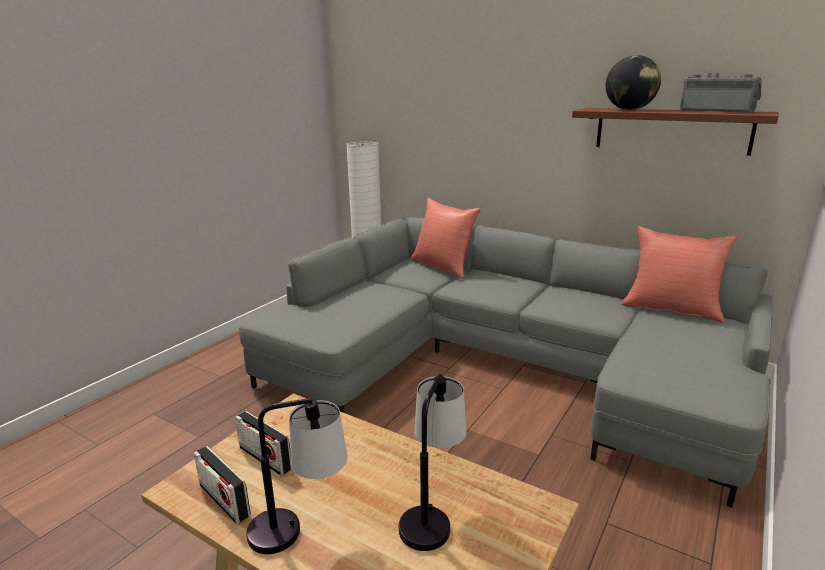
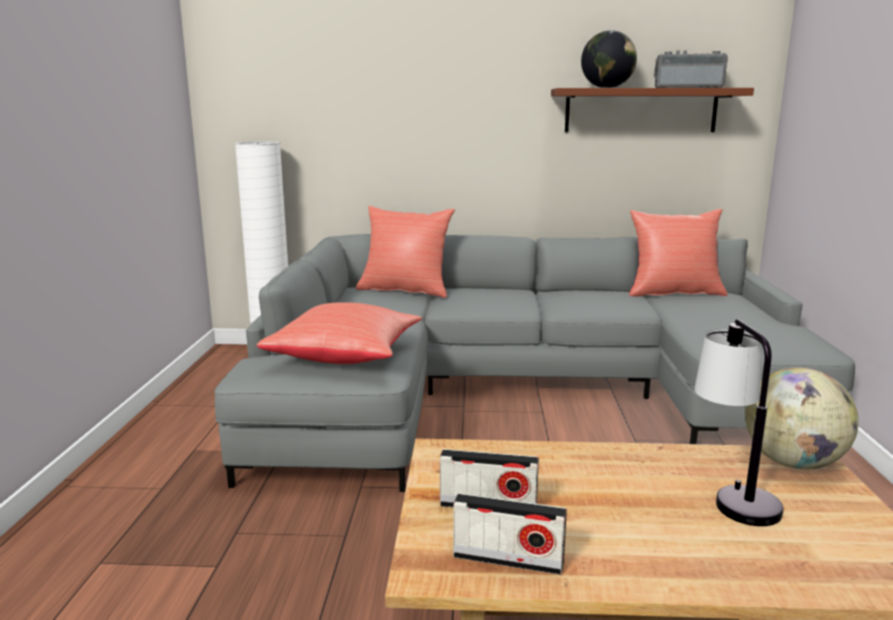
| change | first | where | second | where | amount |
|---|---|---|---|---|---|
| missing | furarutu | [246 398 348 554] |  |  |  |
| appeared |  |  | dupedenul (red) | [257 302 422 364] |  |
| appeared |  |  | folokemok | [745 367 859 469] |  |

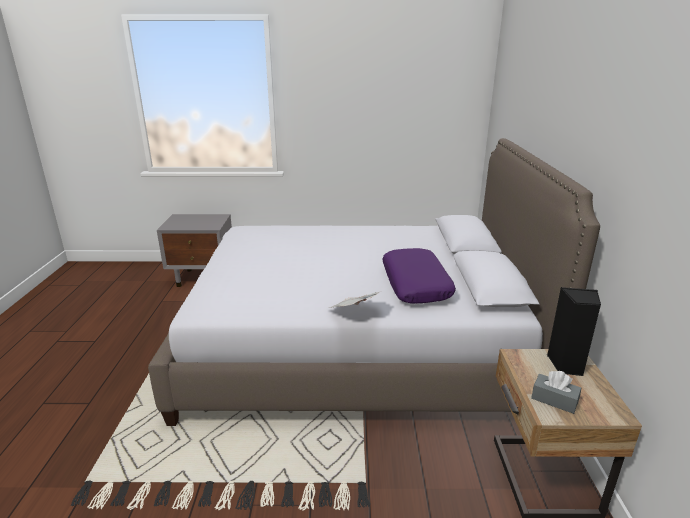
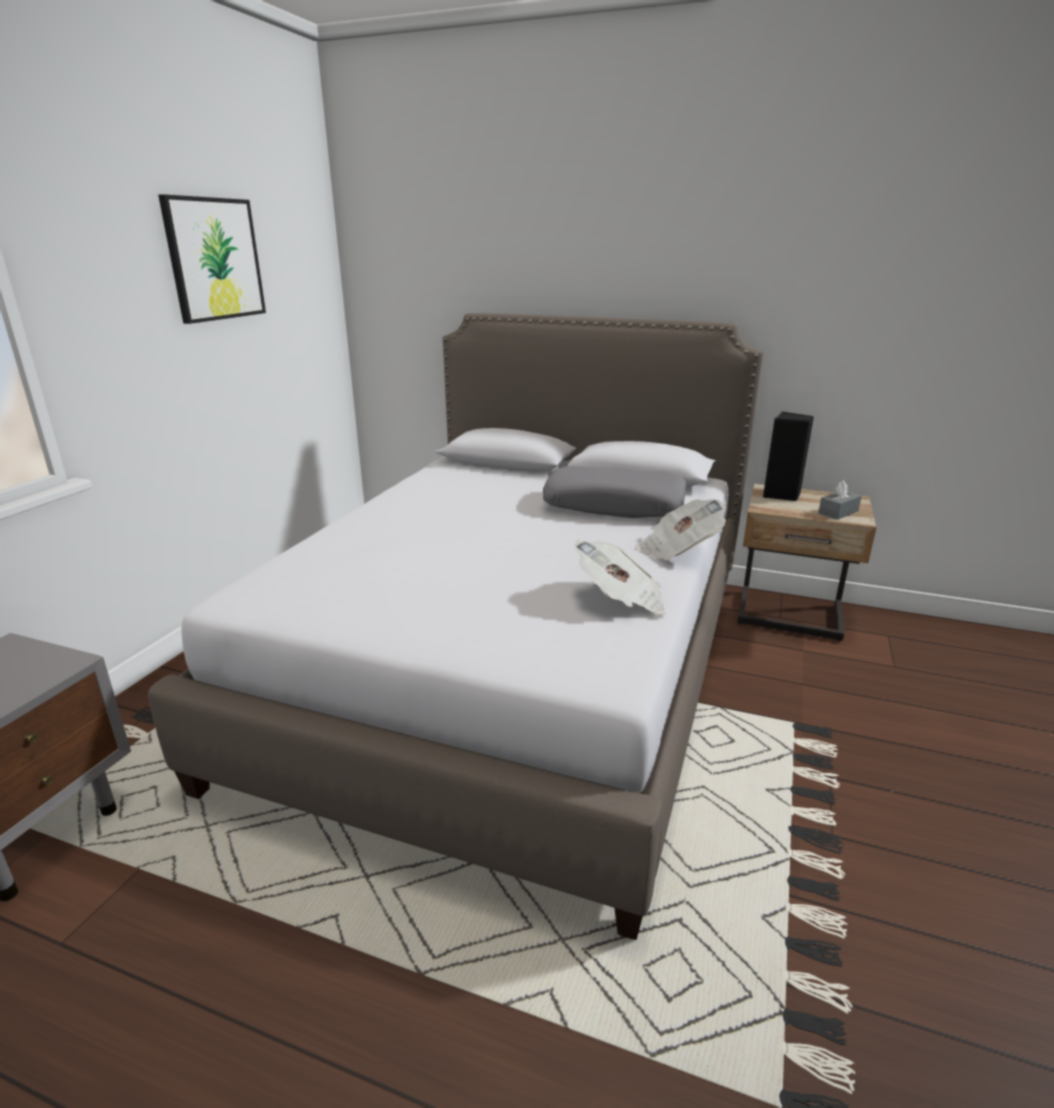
| change | first | where | second | where | amount |
|---|---|---|---|---|---|
| appeared |  |  | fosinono | [158 194 266 324] |  |
| appeared |  |  | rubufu | [575 541 665 615] |  |
| colour | dupedenul (purple) | [382 248 456 303] | dupedenul (grey) | [543 466 687 518] |  |

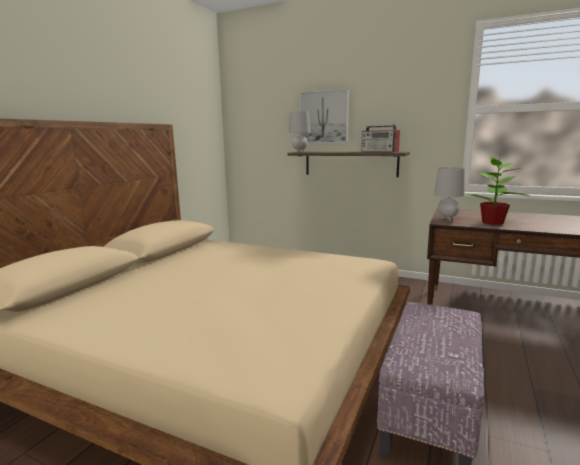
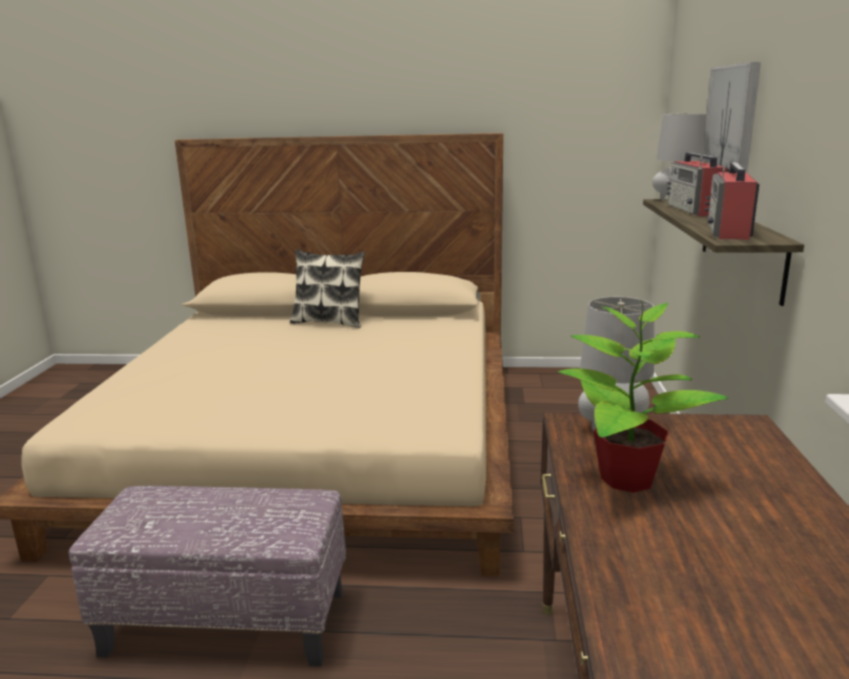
| change | first | where | second | where | amount |
|---|---|---|---|---|---|
| appeared |  |  | dupedenul | [290 249 365 328] |  |
| appeared |  |  | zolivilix | [666 152 729 216] |  |

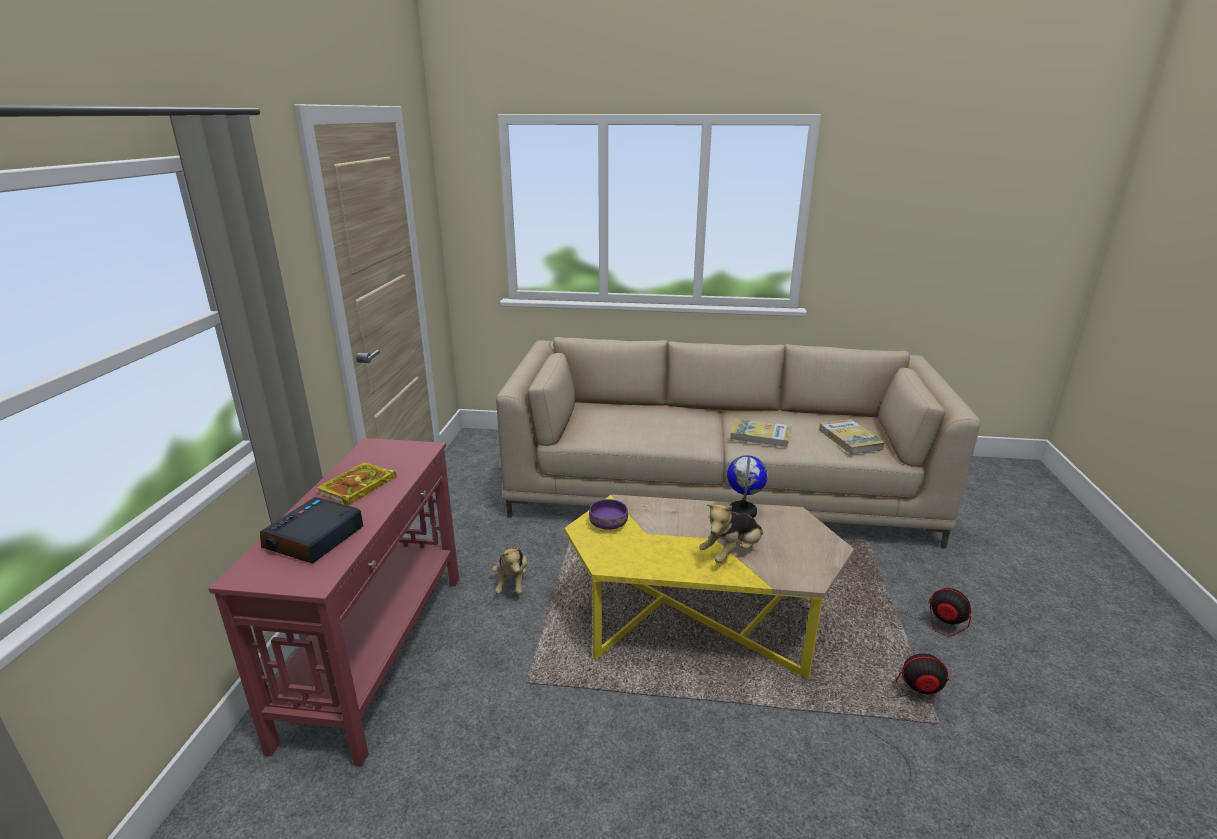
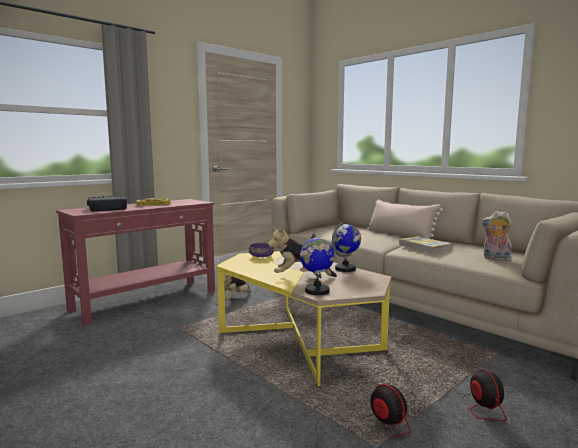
| change | first | where | second | where | amount |
|---|---|---|---|---|---|
| appeared |  |  | folokemok | [300 233 335 295] |  |
| appeared |  |  | dupedenul (beige) | [367 199 443 240] |  |
| exchanged | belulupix | [819 419 885 454] | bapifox | [481 211 512 261] |  |

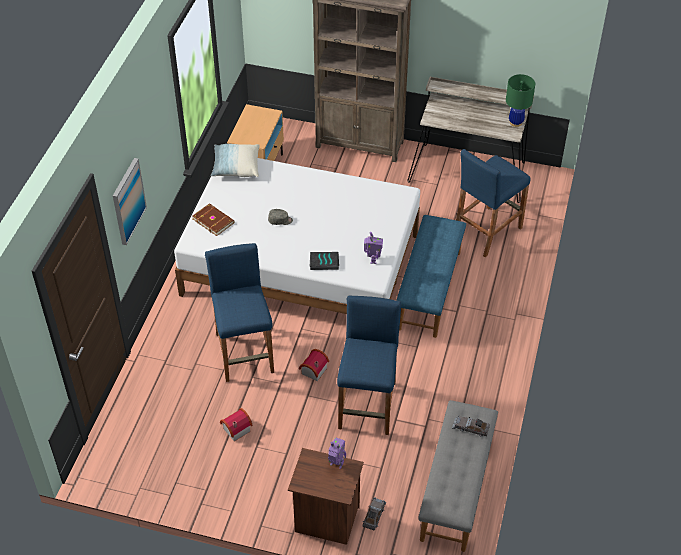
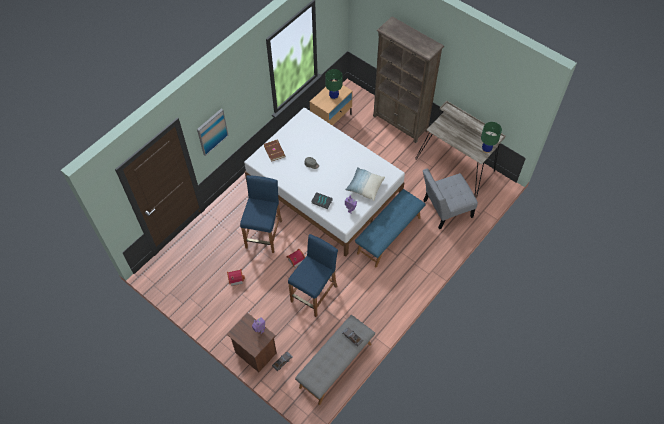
| change | first | where | second | where | amount |
|---|---|---|---|---|---|
| appeared |  |  | furarutu (green) | [325 69 342 100] |  |
| relocated | dupedenul | [211 144 260 177] |  | [345 167 385 201] |  |
| exchanged | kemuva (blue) | [456 149 530 257] | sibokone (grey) | [423 169 478 229] |  |

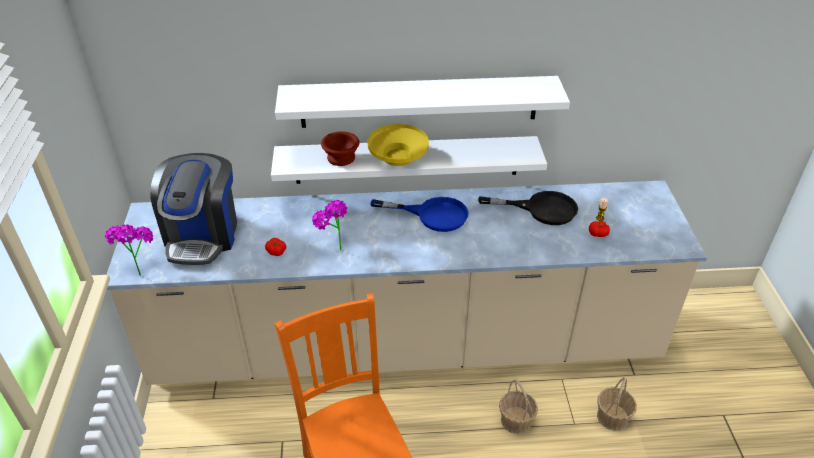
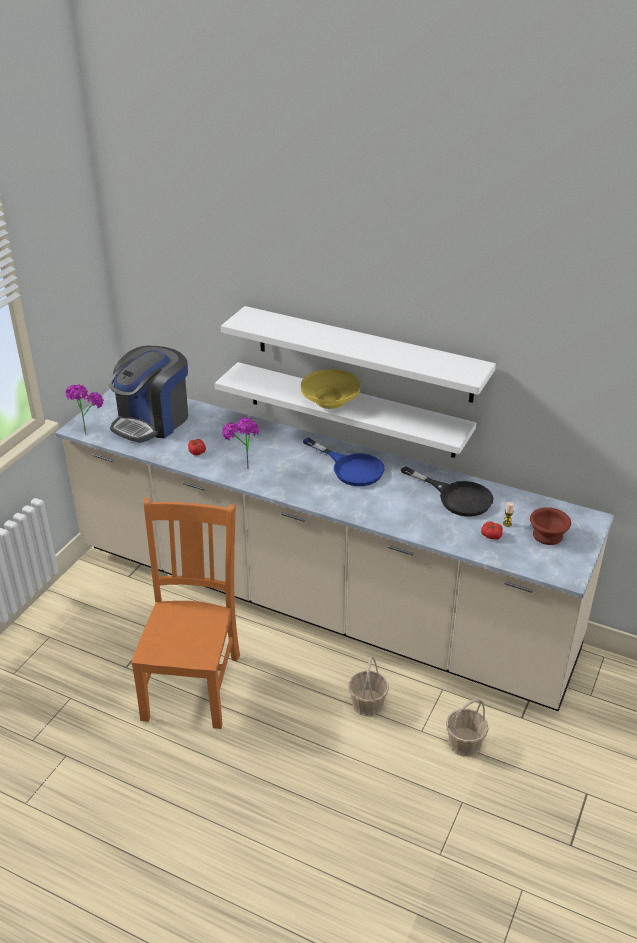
| change | first | where | second | where | amount |
|---|---|---|---|---|---|
| relocated | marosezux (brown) | [321 131 359 166] |  | [530 507 571 545] |  |

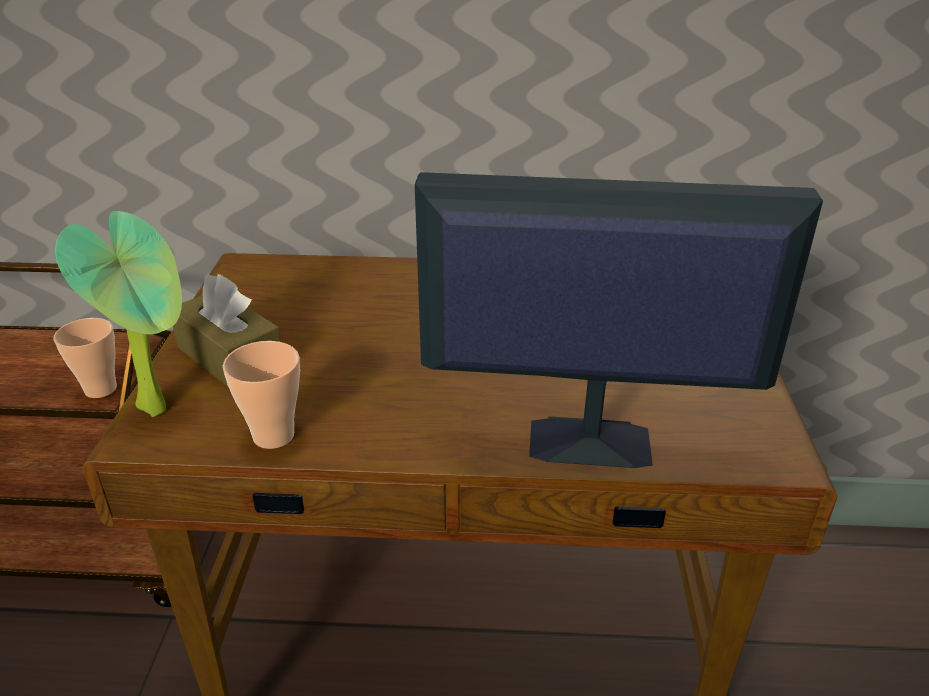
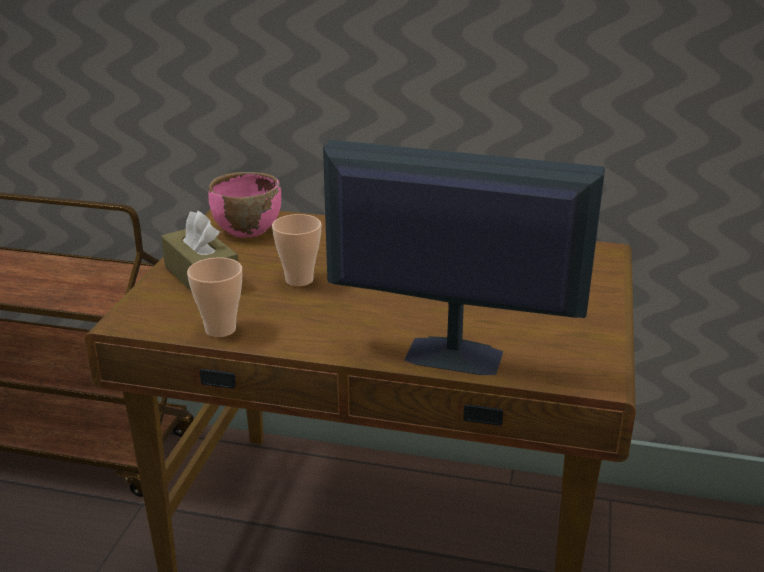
| change | first | where | second | where | amount |
|---|---|---|---|---|---|
| missing | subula | [55 211 182 417] |  |  |  |
| appeared |  |  | marosezux (pink) | [208 172 281 237] |  |
| relocated | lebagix | [53 318 117 398] |  | [272 214 321 286] |  |

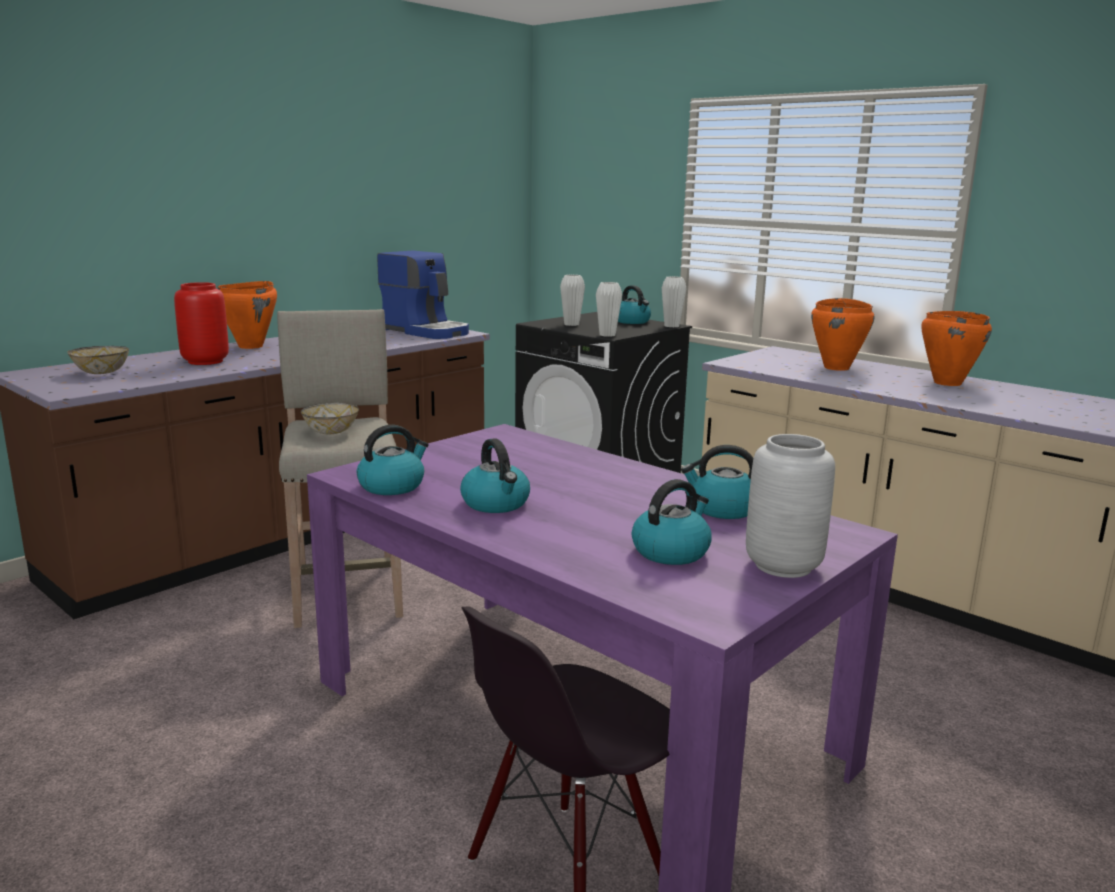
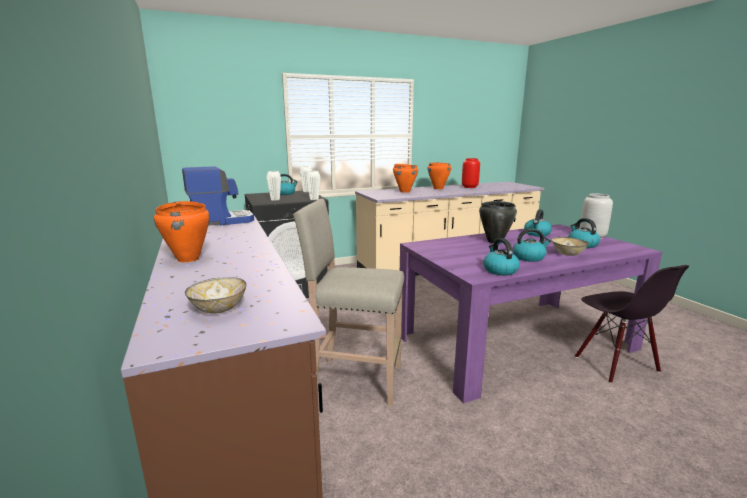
| change | first | where | second | where | amount |
|---|---|---|---|---|---|
| appeared |  |  | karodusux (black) | [479 201 517 244] |  |
| relocated | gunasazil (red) | [174 282 229 365] |  | [462 158 480 188] |  |
| relocated | marosezux | [301 403 359 434] |  | [552 237 589 256] |  |

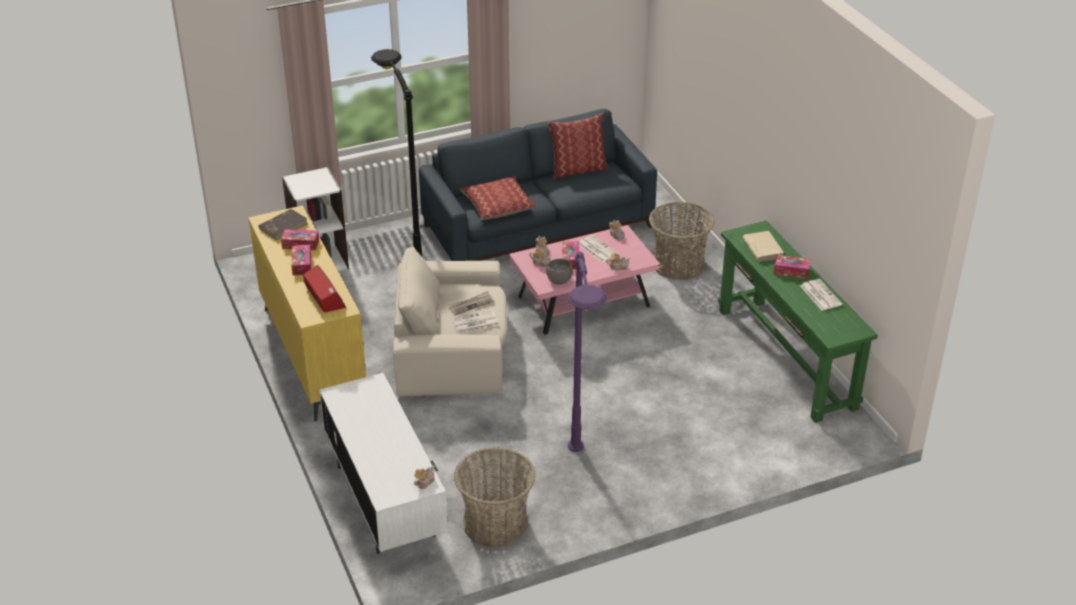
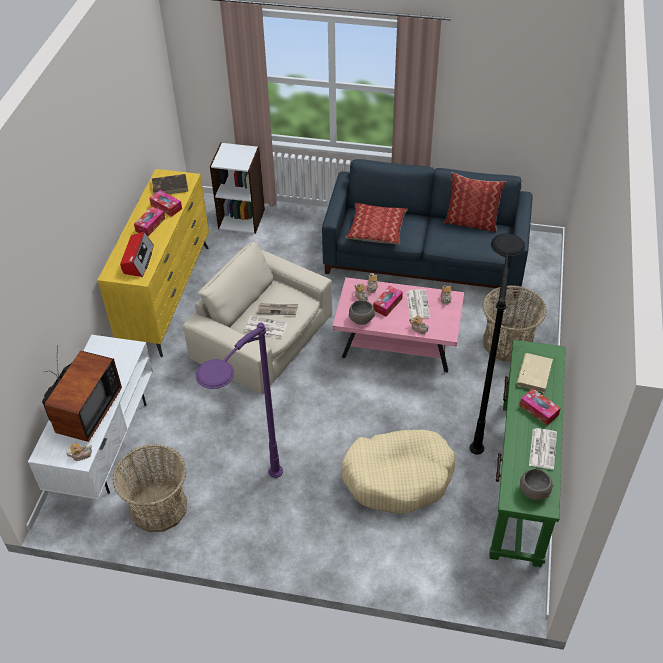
| change | first | where | second | where | amount |
|---|---|---|---|---|---|
| appeared |  |  | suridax | [42 345 122 442] |  |
| appeared |  |  | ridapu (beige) | [341 430 456 513] |  |
| appeared |  |  | marosezux (grey) | [520 469 554 500] |  |
| relocated | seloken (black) | [371 49 422 256] |  | [470 233 525 455] |  |

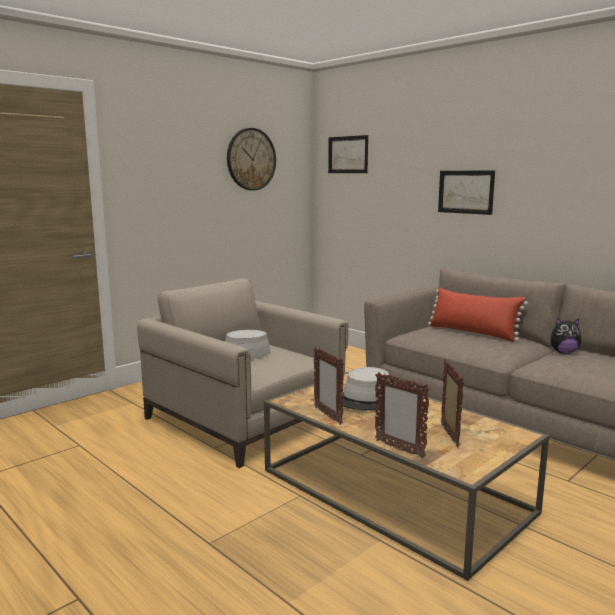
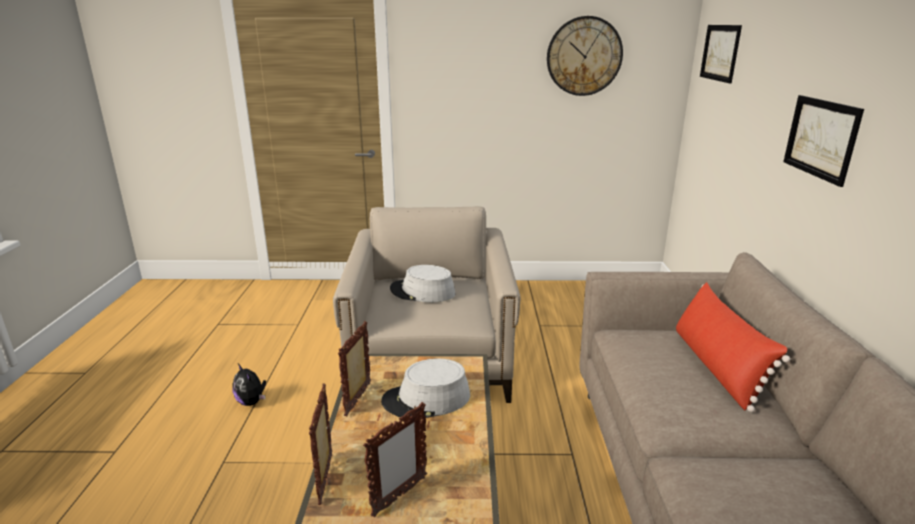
| change | first | where | second | where | amount |
|---|---|---|---|---|---|
| relocated | bapifox | [550 318 581 354] |  | [232 364 266 406] |  |

